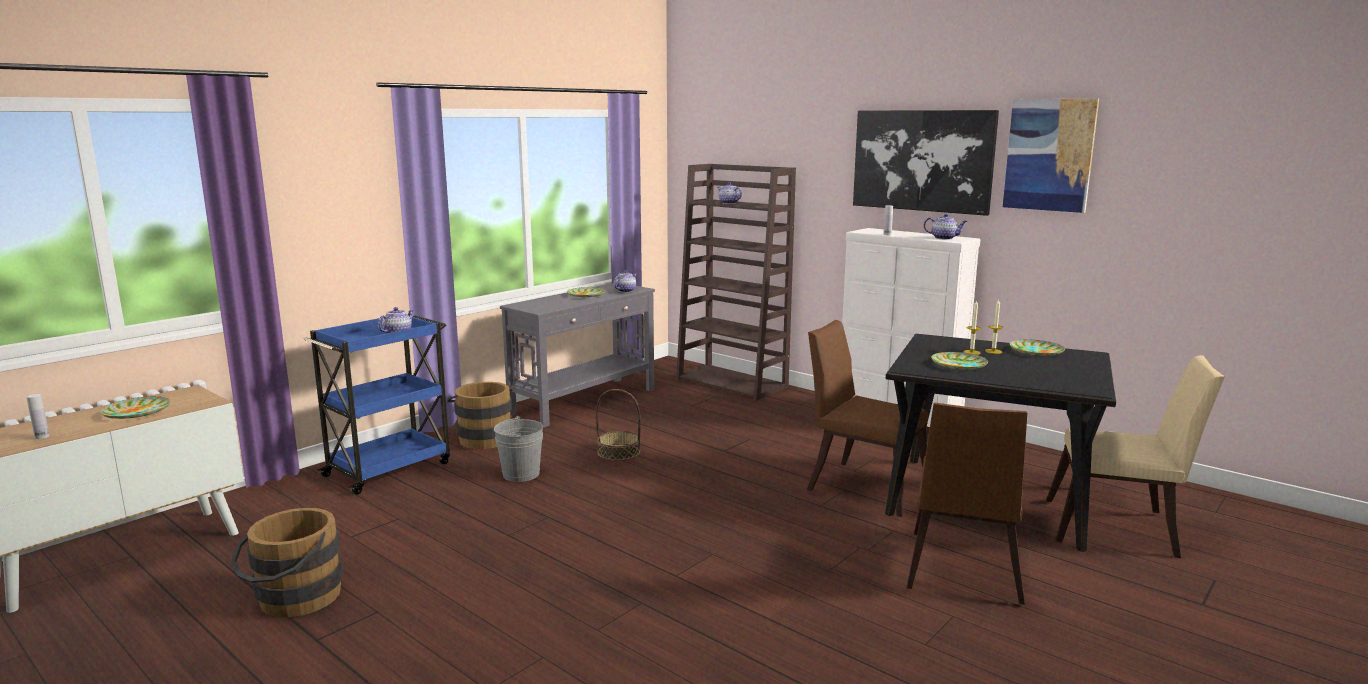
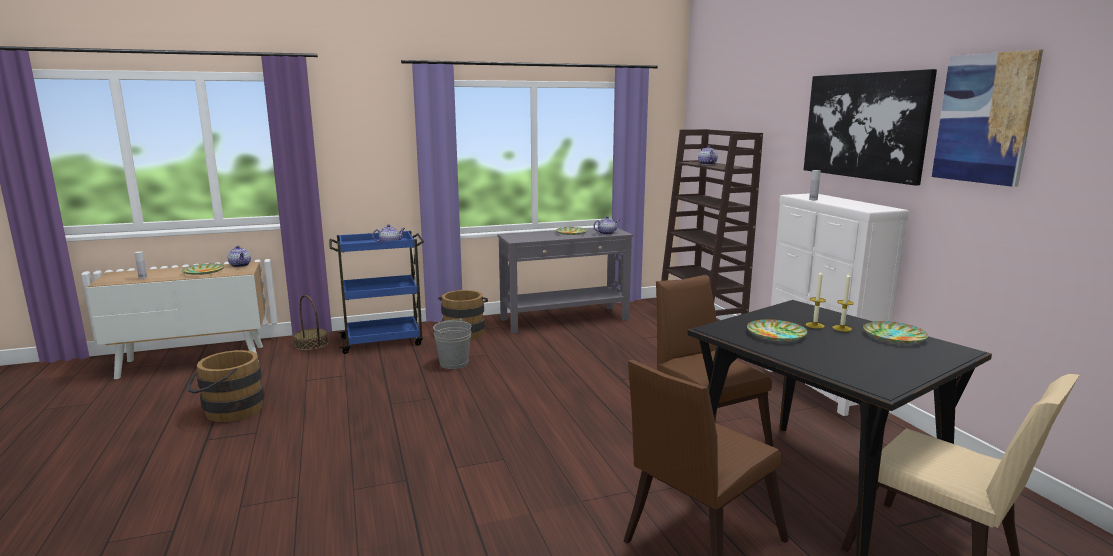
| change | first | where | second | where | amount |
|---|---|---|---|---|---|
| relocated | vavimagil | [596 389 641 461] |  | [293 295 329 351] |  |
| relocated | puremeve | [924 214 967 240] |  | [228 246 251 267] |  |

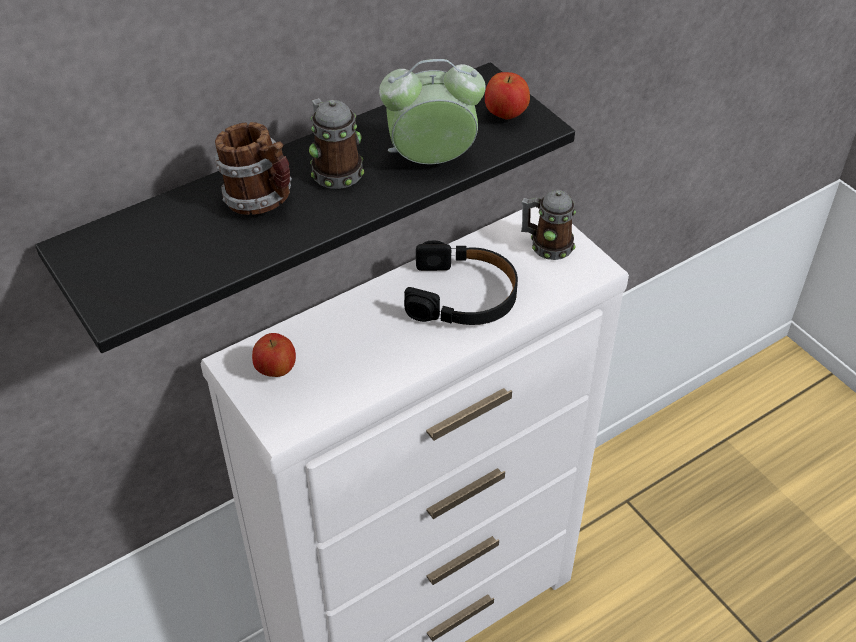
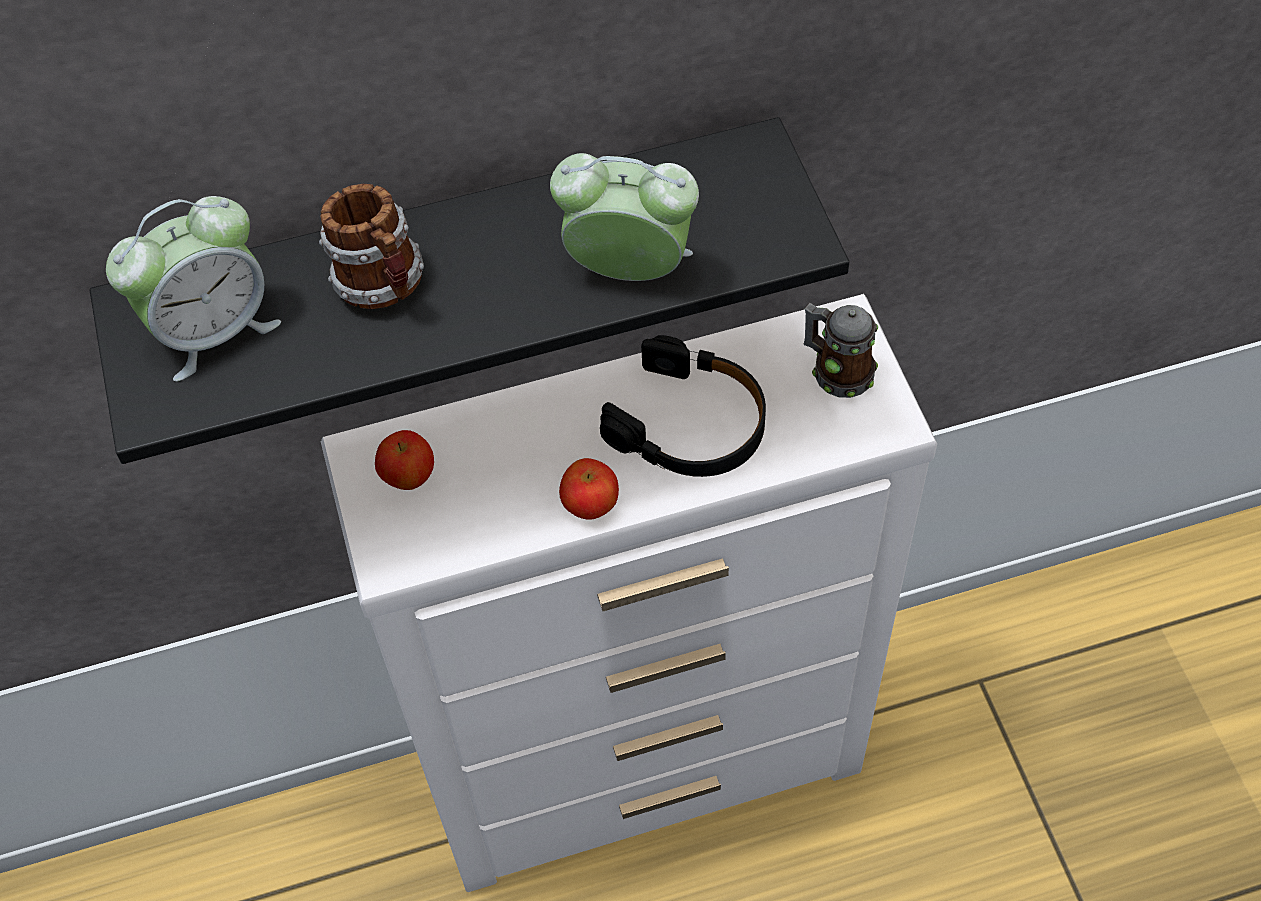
| change | first | where | second | where | amount |
|---|---|---|---|---|---|
| missing | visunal | [309 98 364 189] |  |  |  |
| appeared |  |  | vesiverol | [106 196 281 382] |  |
| relocated | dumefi | [485 72 530 120] |  | [559 458 619 520] |  |

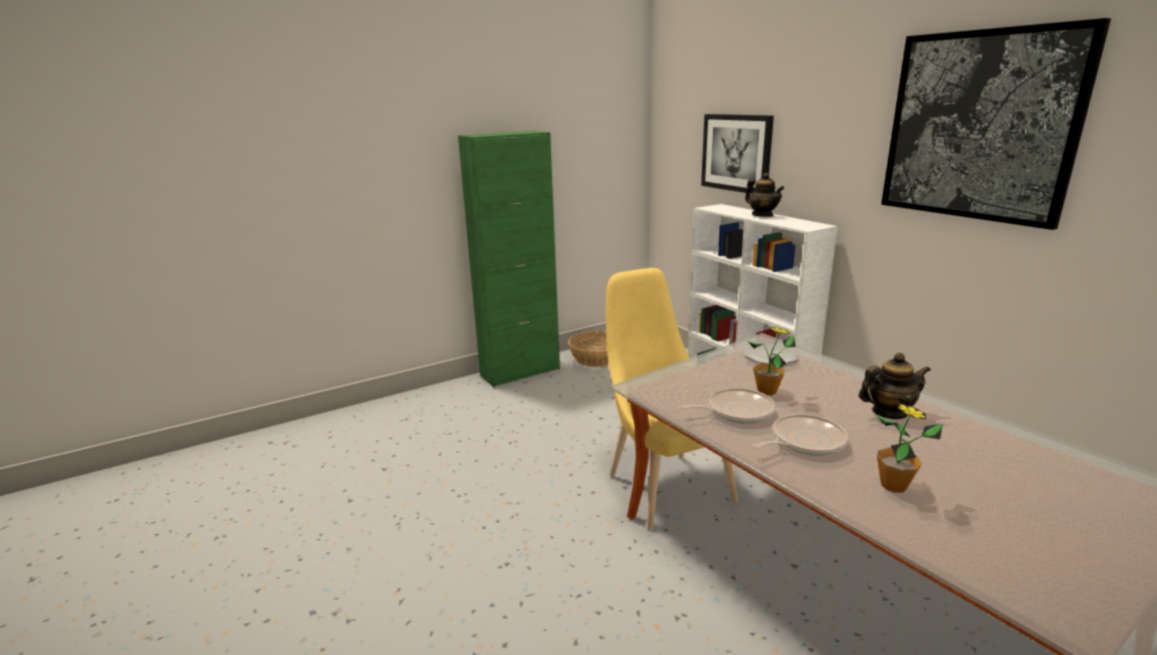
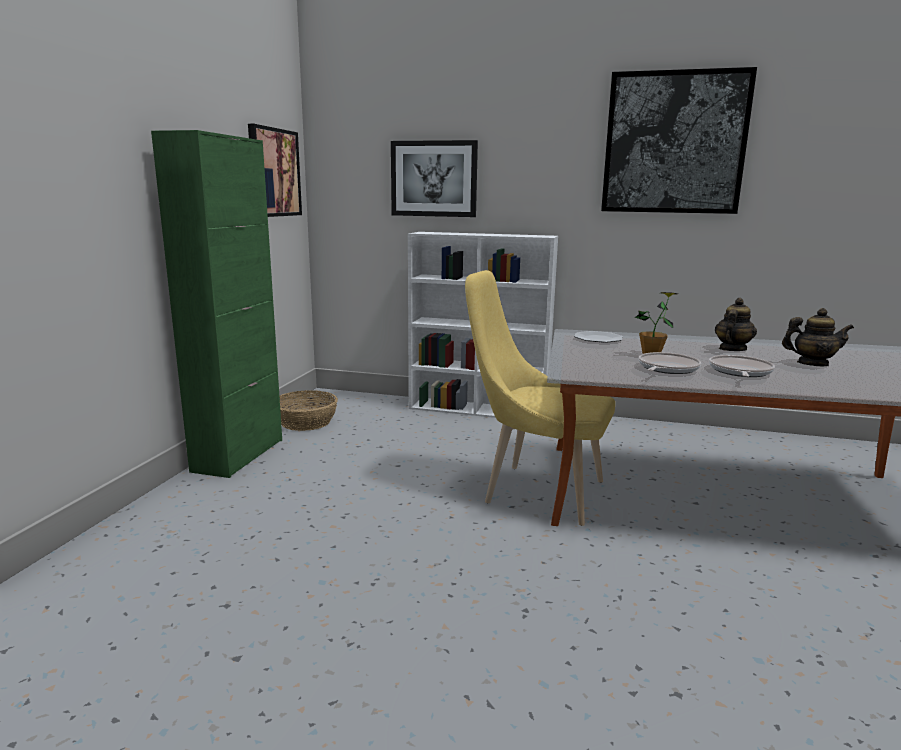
| change | first | where | second | where | amount |
|---|---|---|---|---|---|
| missing | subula | [876 404 943 493] |  |  |  |
| appeared |  |  | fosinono | [248 124 302 217] |  |
| relocated | puremeve | [745 173 785 217] |  | [782 308 854 366] |  |

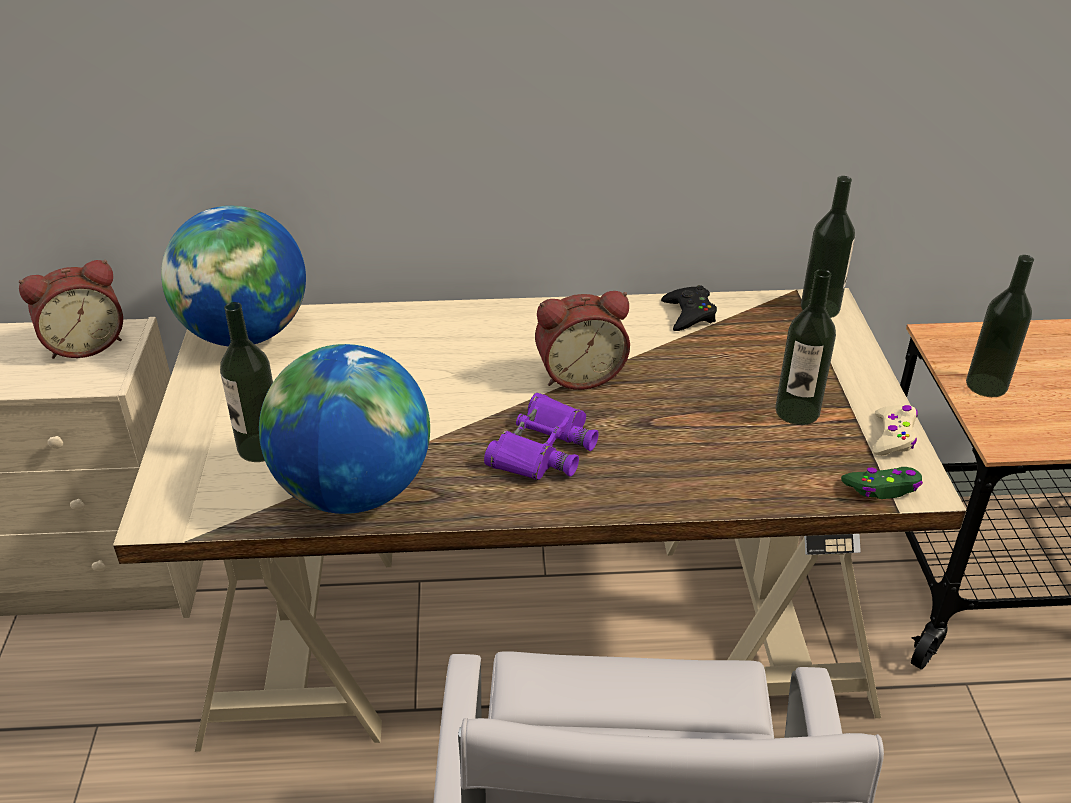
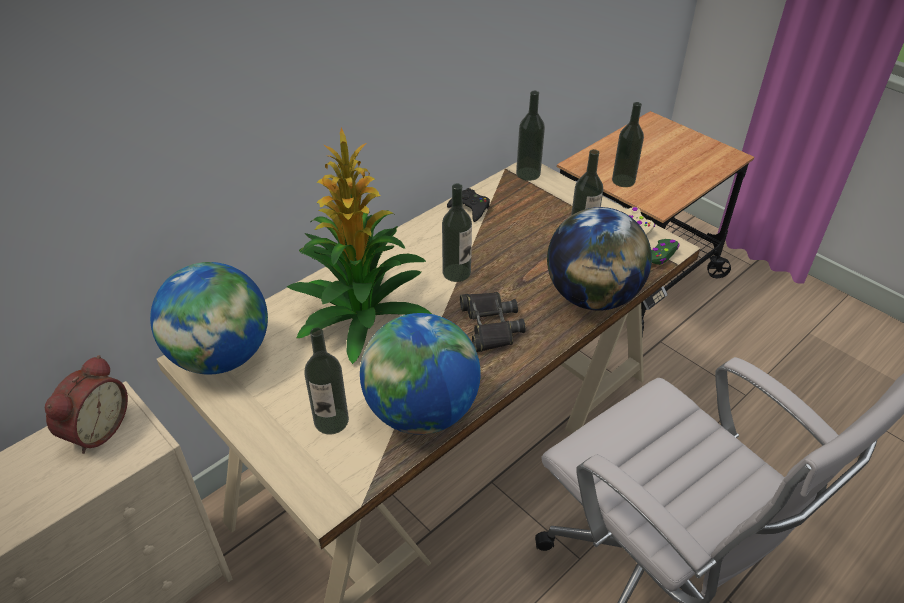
| change | first | where | second | where | amount |
|---|---|---|---|---|---|
| appeared |  |  | subula | [287 127 432 364] |  |
| appeared |  |  | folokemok | [547 207 652 311] |  |
| exchanged | vesiverol | [535 291 630 390] | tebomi | [442 183 472 282] |  |
| colour | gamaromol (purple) | [484 393 599 480] | gamaromol (black) | [460 292 526 352] |  |

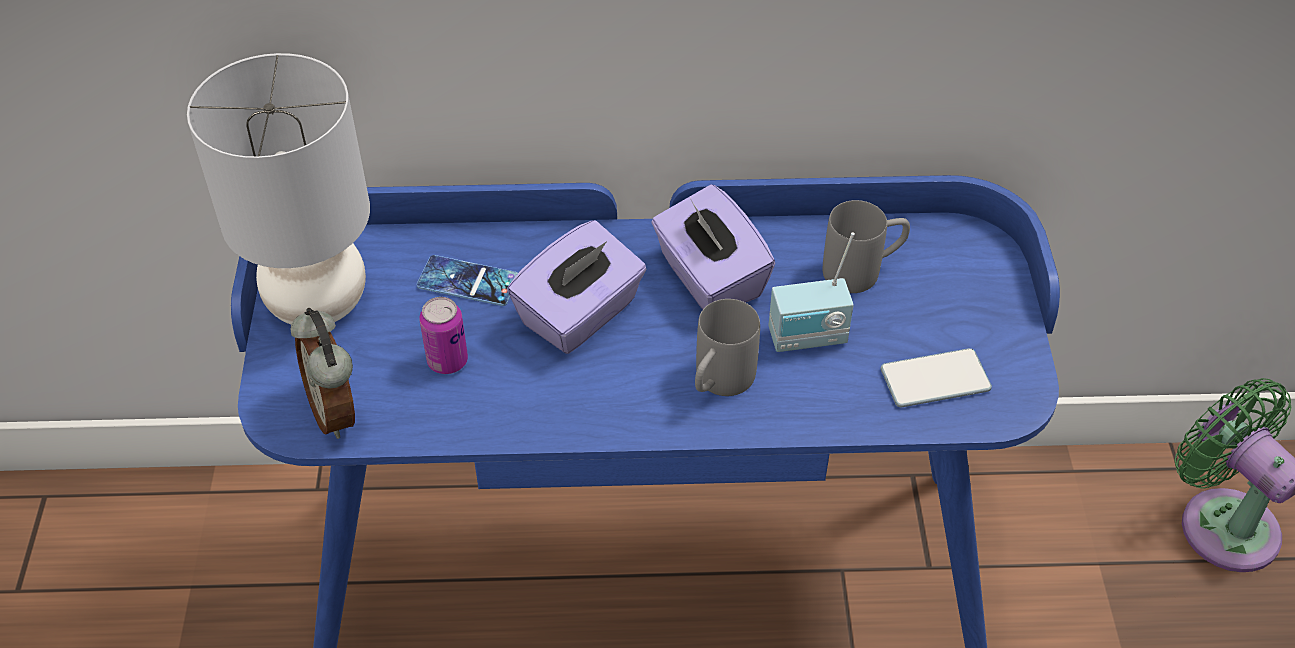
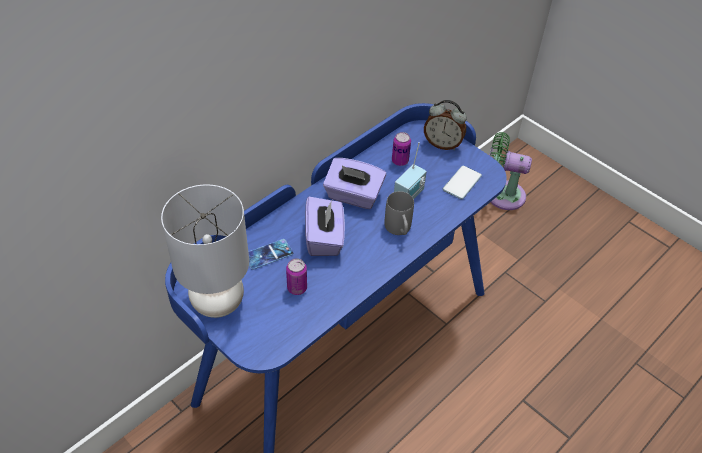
| change | first | where | second | where | amount |
|---|---|---|---|---|---|
| relocated | vesiverol | [291 308 355 439] |  | [424 100 467 150] |  |
| exchanged | visunal (grey) | [823 200 910 293] | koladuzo | [392 132 411 166] |  |

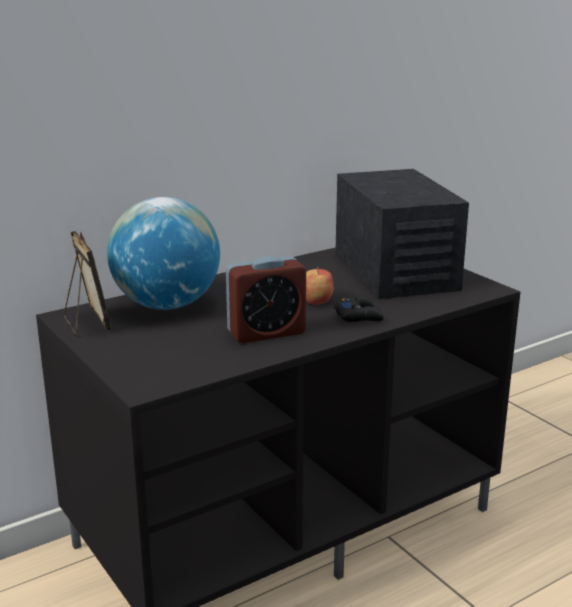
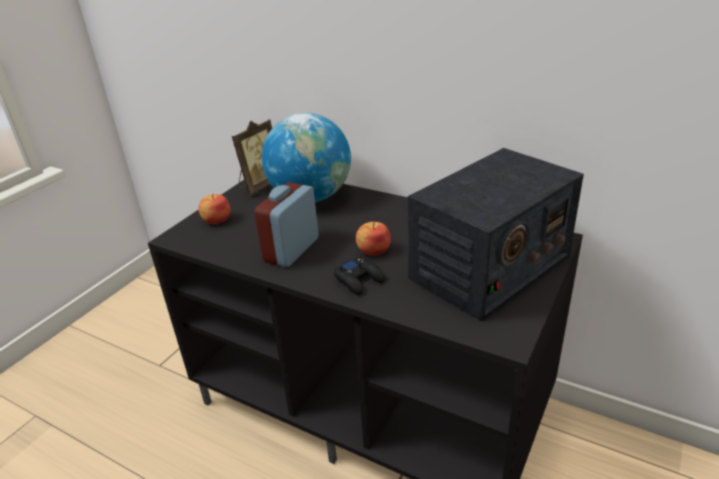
| change | first | where | second | where | amount |
|---|---|---|---|---|---|
| appeared |  |  | dumefi | [198 194 230 224] |  |
| spun | vesiverol | [226 256 306 343] |  | [254 182 318 267] | 75 degrees clockwise |

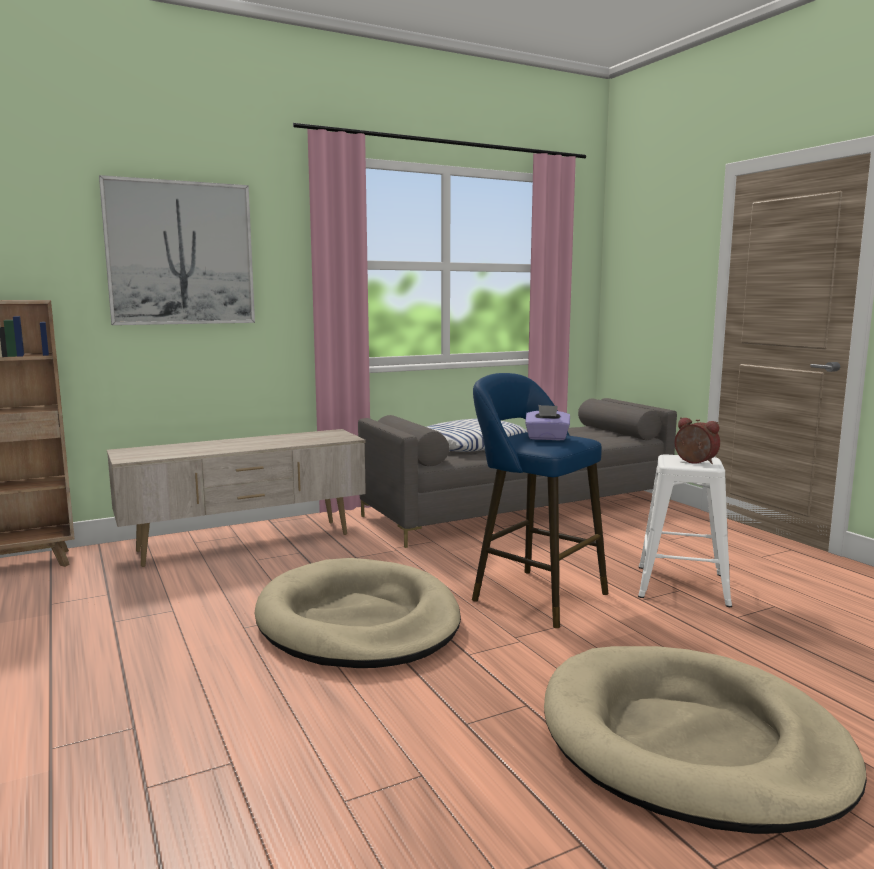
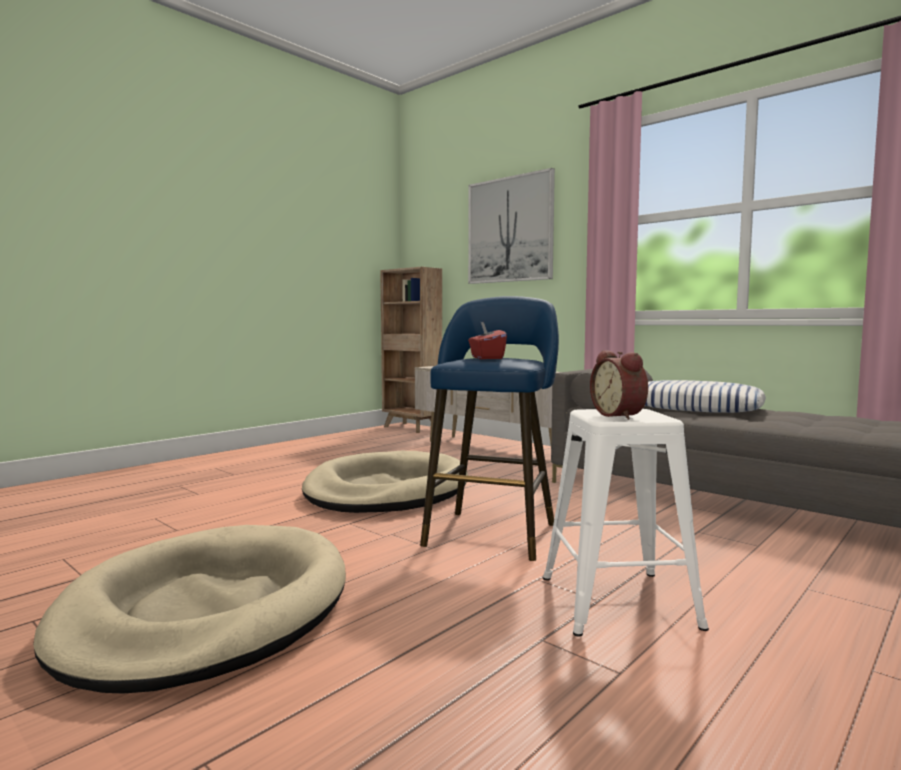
| change | first | where | second | where | amount |
|---|---|---|---|---|---|
| colour | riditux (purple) | [525 405 570 440] | riditux (red) | [468 322 507 359] |  |
| spun | vesiverol | [675 417 720 464] |  | [590 350 648 420] | 135 degrees clockwise |

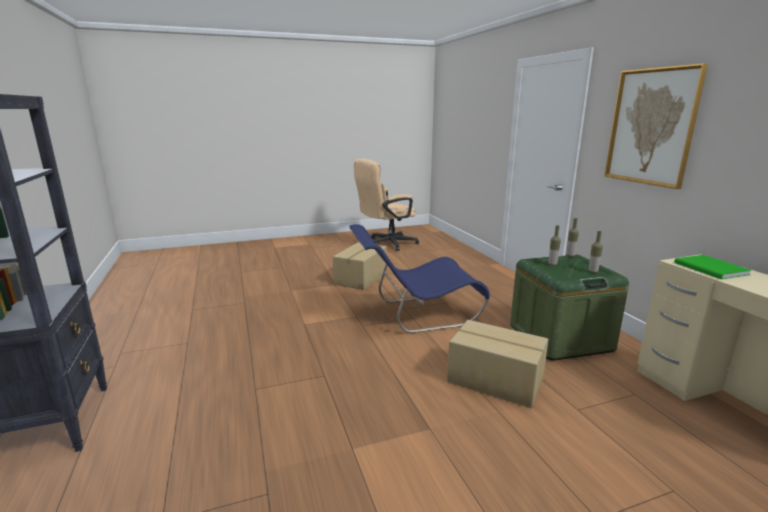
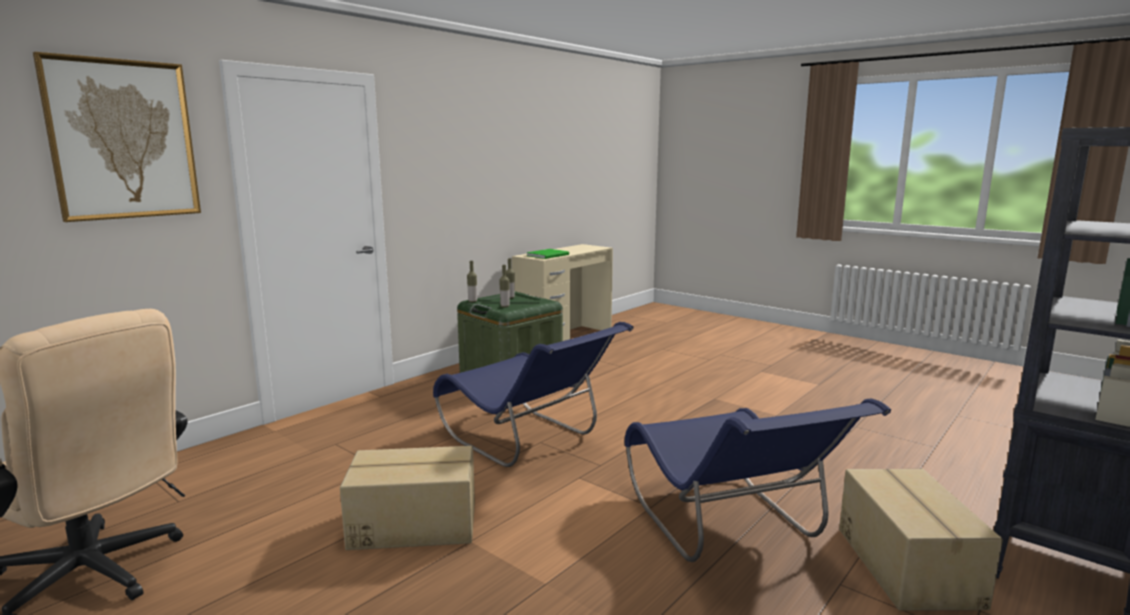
| change | first | where | second | where | amount |
|---|---|---|---|---|---|
| appeared |  |  | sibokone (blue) | [625 398 891 562] |  |
| relocated | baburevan | [447 320 548 408] |  | [839 469 1003 611] |  |
| relocated | fosinono | [604 63 708 189] |  | [33 52 201 222] |  |

